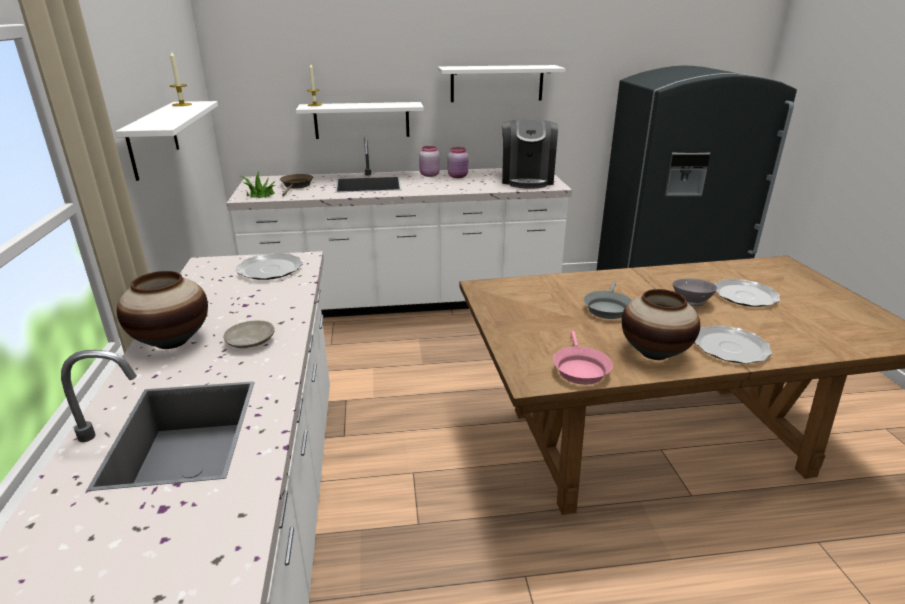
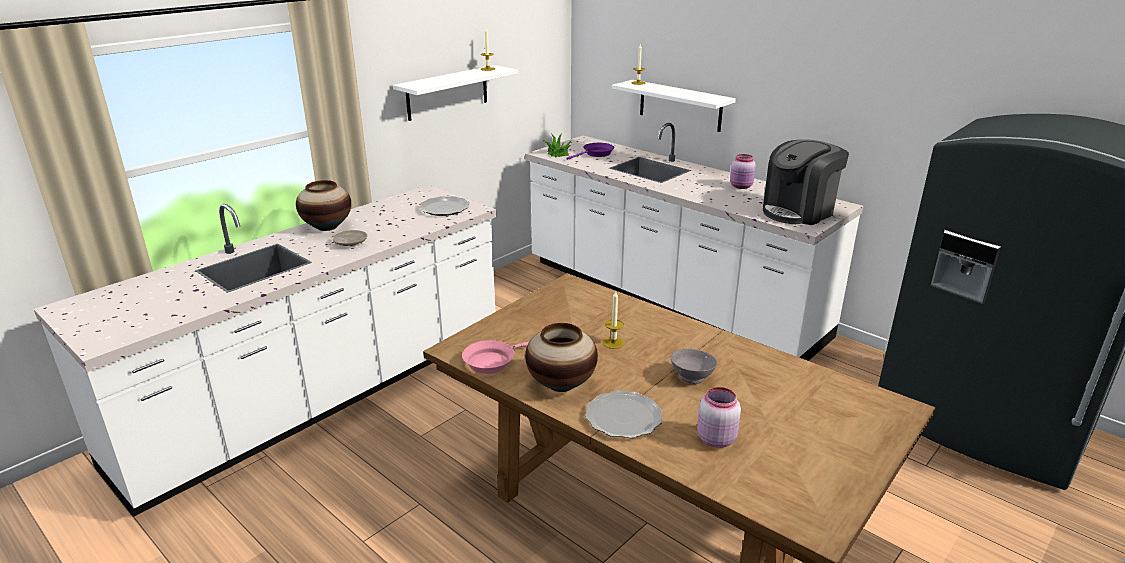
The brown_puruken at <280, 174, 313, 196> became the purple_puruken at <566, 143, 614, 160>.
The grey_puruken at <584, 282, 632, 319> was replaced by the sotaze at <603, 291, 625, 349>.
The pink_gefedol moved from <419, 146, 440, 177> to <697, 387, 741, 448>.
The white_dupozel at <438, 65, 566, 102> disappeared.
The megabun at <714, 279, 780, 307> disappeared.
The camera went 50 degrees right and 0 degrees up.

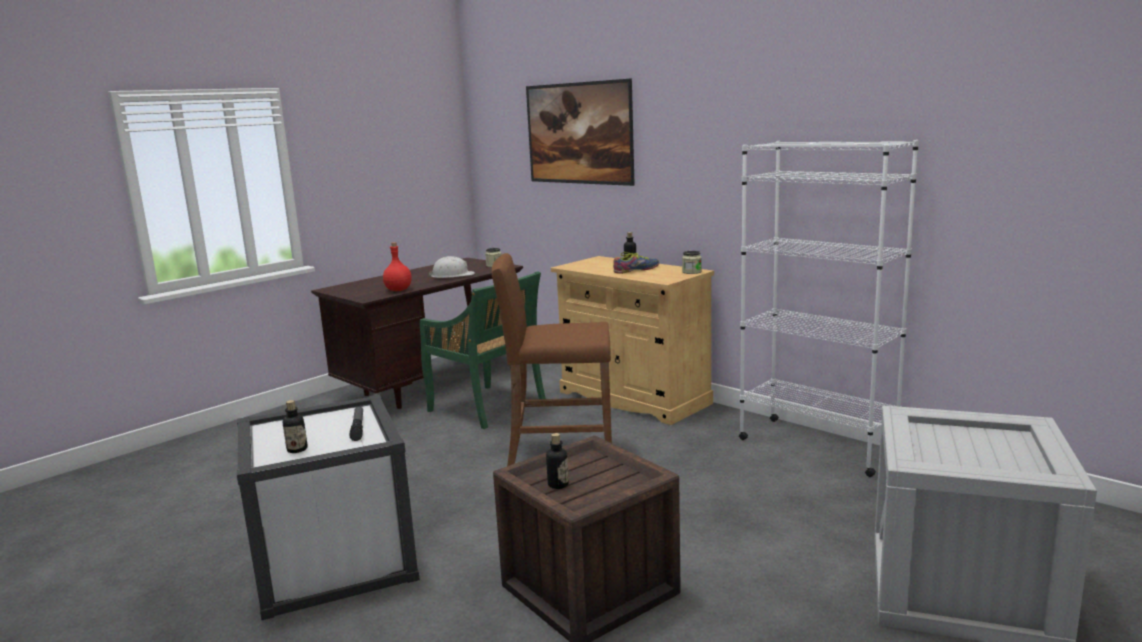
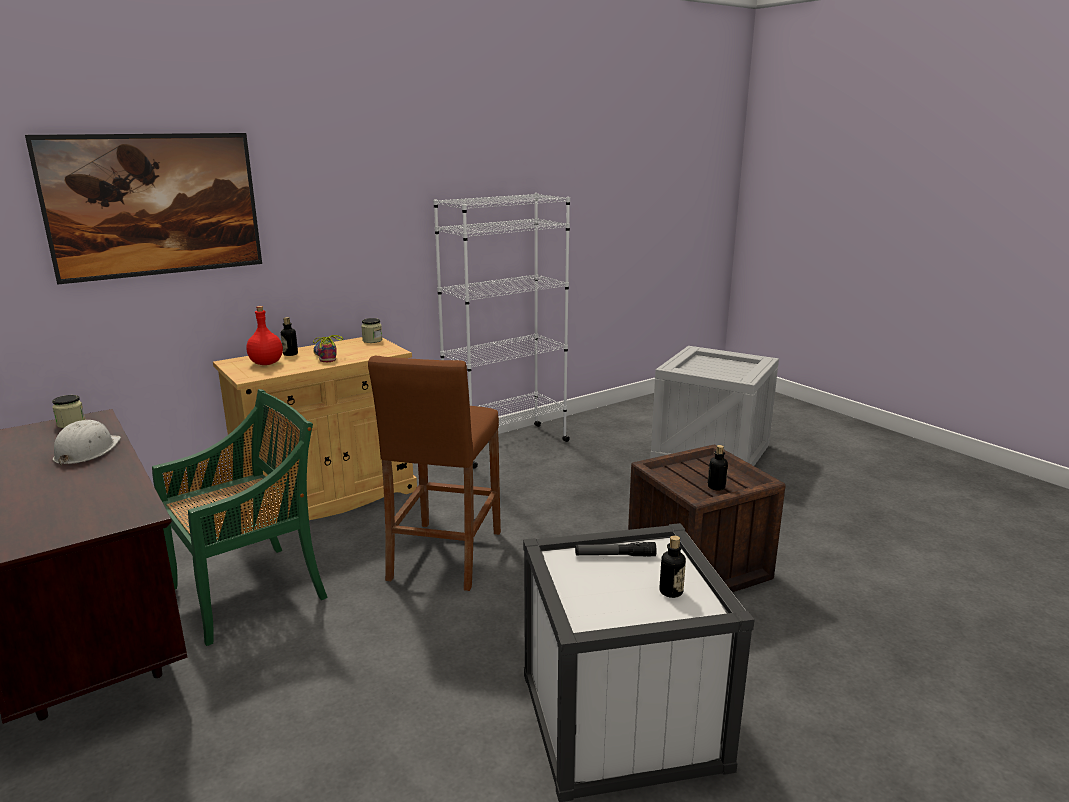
The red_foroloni moved from <383, 242, 412, 291> to <246, 306, 283, 365>.
The camera went 80 degrees left and 5 degrees up.

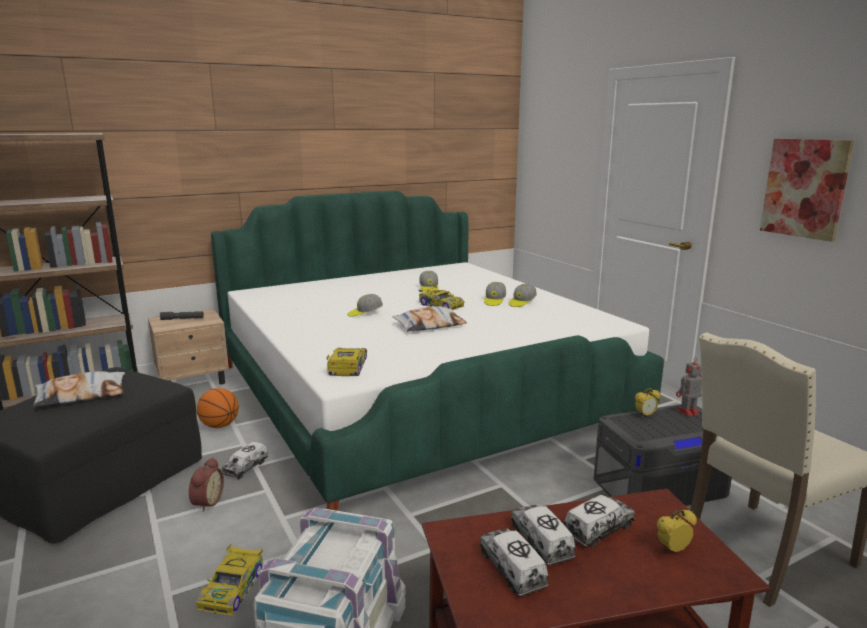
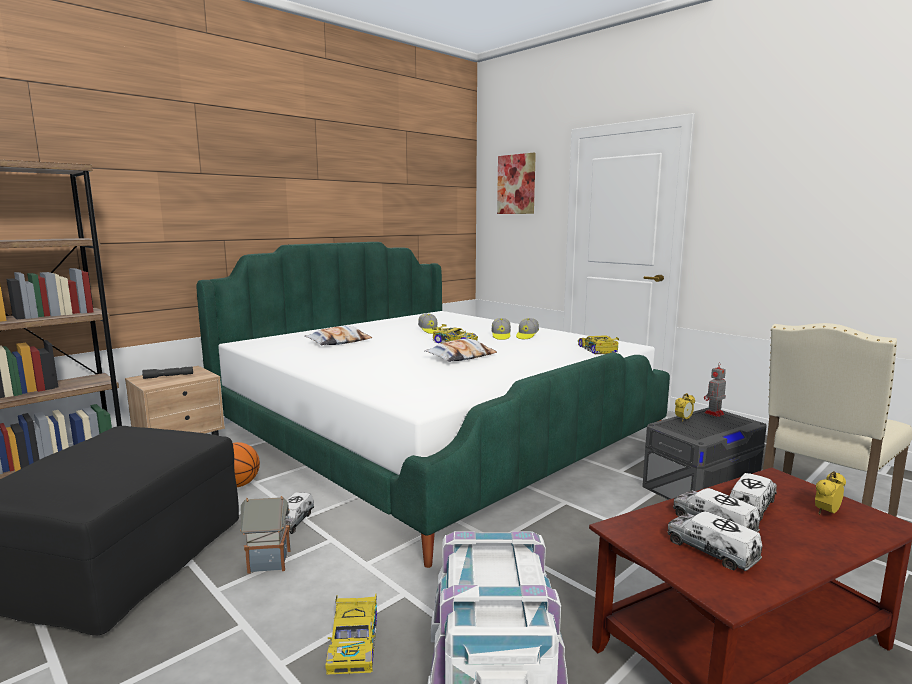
The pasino at <189, 457, 224, 512> was replaced by the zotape at <240, 496, 291, 574>.
The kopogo moved from <32, 371, 125, 407> to <304, 326, 372, 345>.
The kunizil moved from <760, 139, 854, 242> to <497, 153, 536, 214>.
The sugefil moved from <327, 348, 367, 376> to <578, 335, 619, 354>.
The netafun at <348, 294, 383, 317> disappeared.
The camera went 15 degrees left and 5 degrees down.

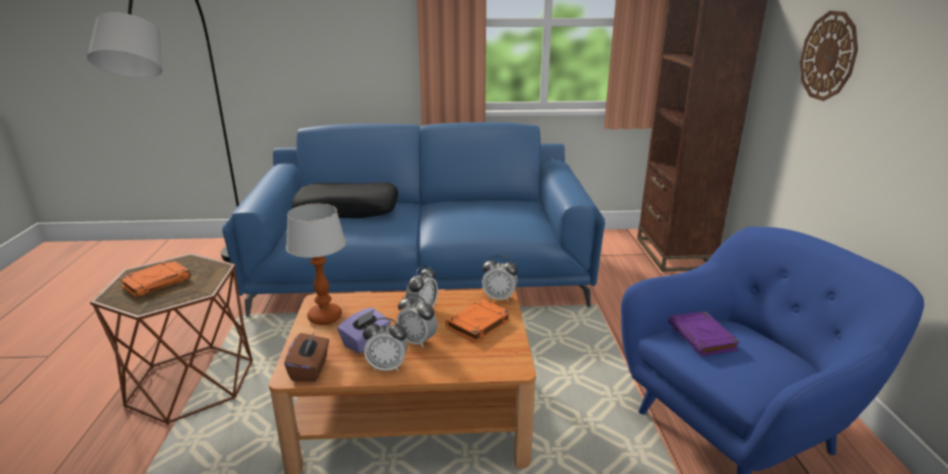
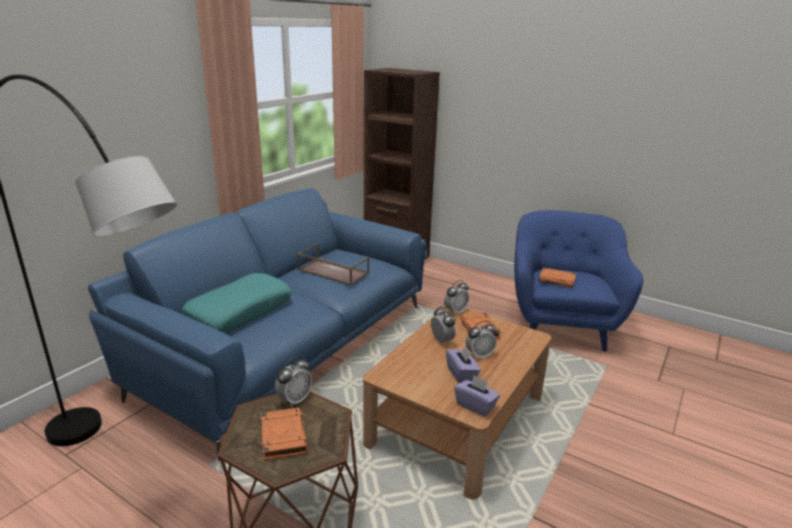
The black_kopogo at <292, 182, 398, 218> became the turquoise_kopogo at <181, 273, 292, 332>.
The pasino moved from <363, 318, 408, 371> to <275, 357, 312, 408>.
The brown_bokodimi at <297, 243, 370, 285> appeared.
The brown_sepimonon at <284, 331, 329, 381> became the purple_sepimonon at <454, 375, 500, 416>.
The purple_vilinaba at <669, 311, 740, 356> became the orange_vilinaba at <539, 268, 576, 288>.
The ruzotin at <286, 203, 346, 325> disappeared.
The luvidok at <800, 11, 858, 101> disappeared.
The camera went 55 degrees left and 0 degrees up.

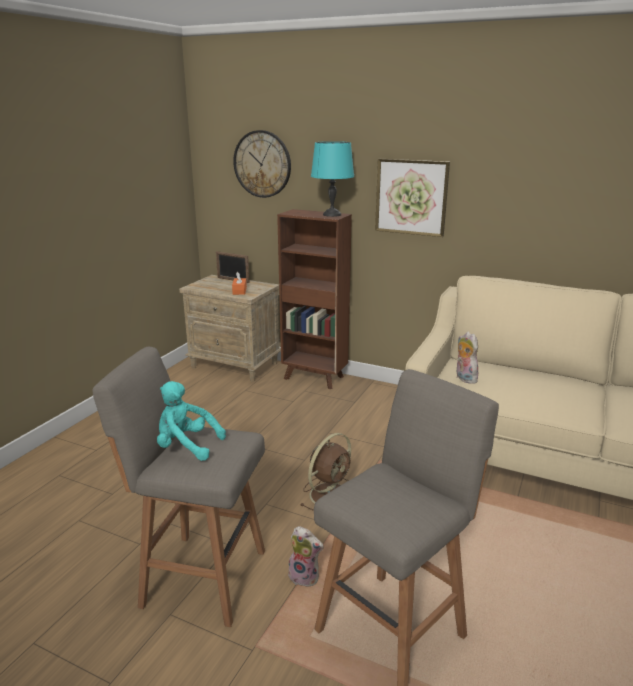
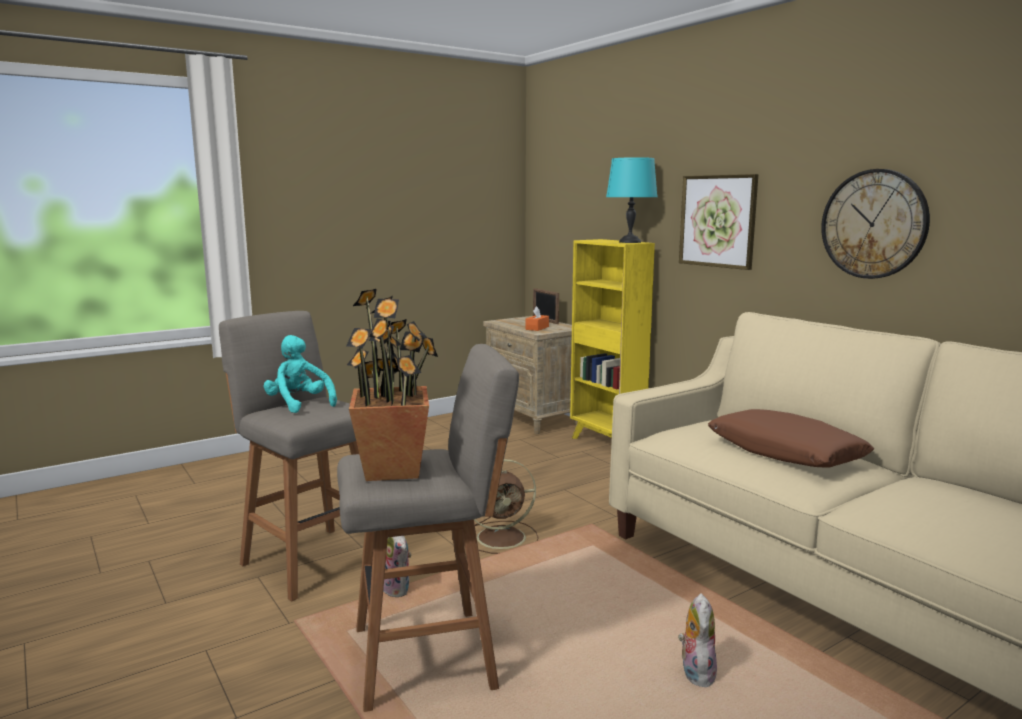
The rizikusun at <346, 289, 438, 481> appeared.
The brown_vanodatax at <277, 209, 352, 389> became the yellow_vanodatax at <570, 239, 655, 442>.
The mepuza moved from <456, 332, 478, 384> to <678, 593, 717, 687>.
The brown_kopogo at <708, 409, 874, 468> appeared.
The luvidok moved from <233, 130, 291, 198> to <821, 169, 930, 279>.
The camera went 30 degrees right and 10 degrees down.

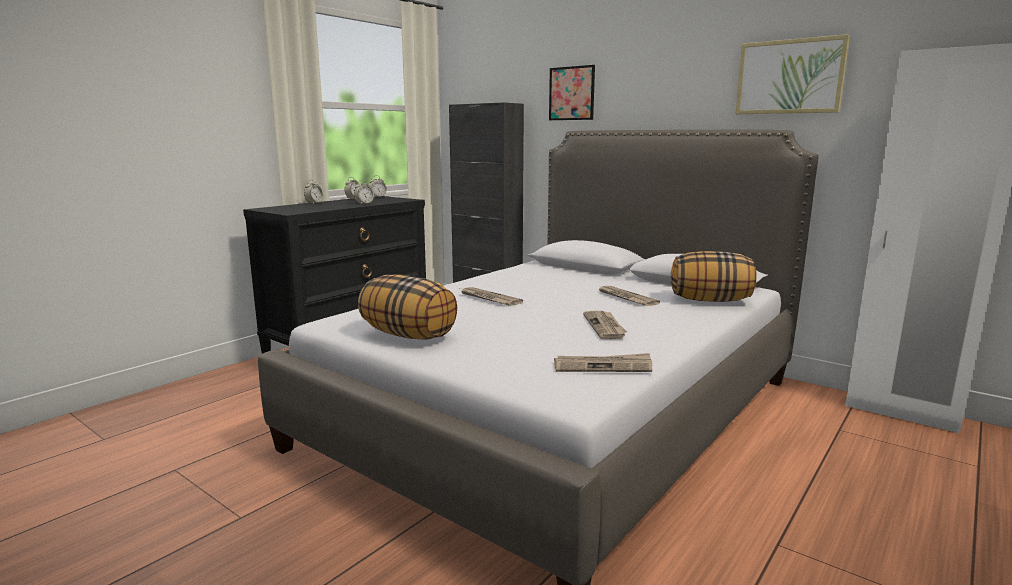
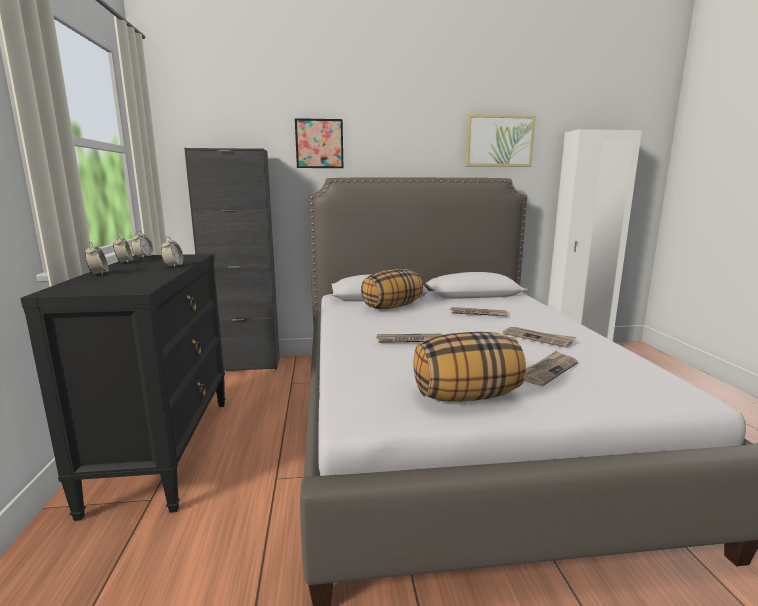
The kopogo moved from <671, 251, 756, 302> to <361, 269, 423, 309>.
The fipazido moved from <554, 353, 653, 372> to <524, 350, 578, 386>.
The camera went 45 degrees left and 0 degrees up.

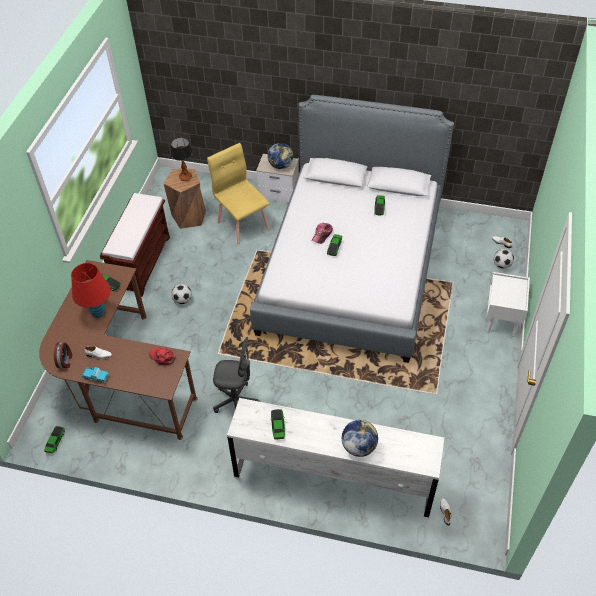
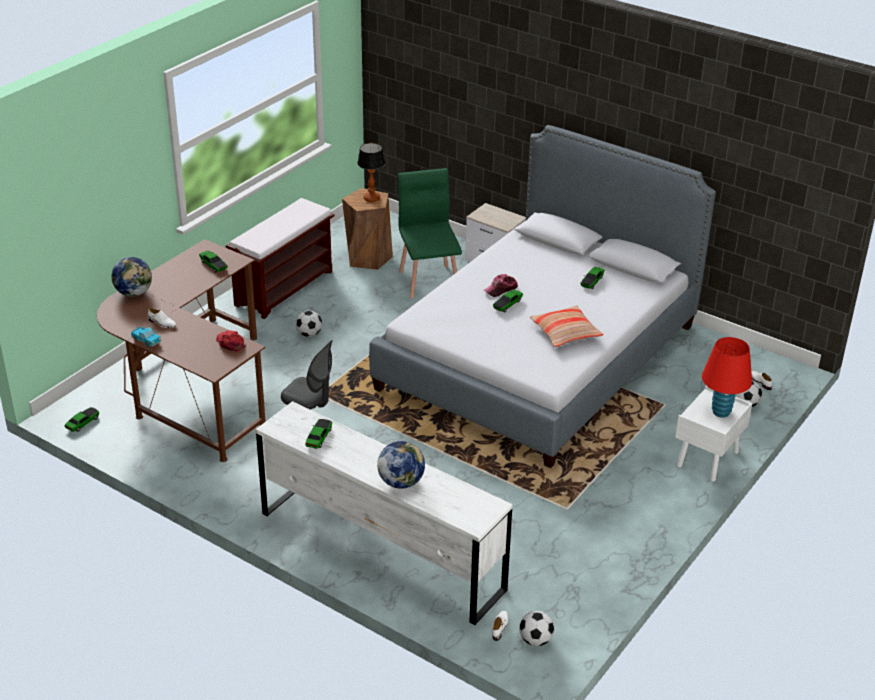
The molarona moved from <268, 143, 293, 169> to <111, 257, 152, 297>.
The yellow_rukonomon at <207, 143, 269, 244> became the green_rukonomon at <398, 168, 462, 299>.
The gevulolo at <519, 611, 554, 646> appeared.
The kopogo at <530, 306, 604, 347> appeared.
The red_ruzotin moved from <71, 263, 111, 318> to <702, 337, 752, 418>.
The pasino at <54, 342, 72, 368> disappeared.
The camera went 20 degrees right and 15 degrees down.

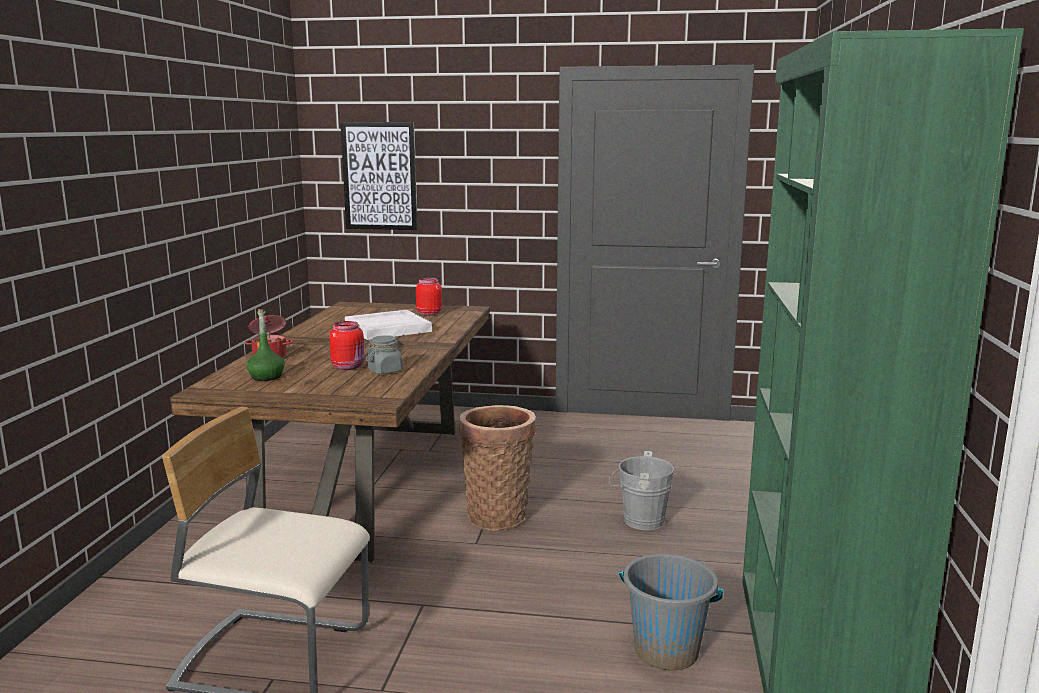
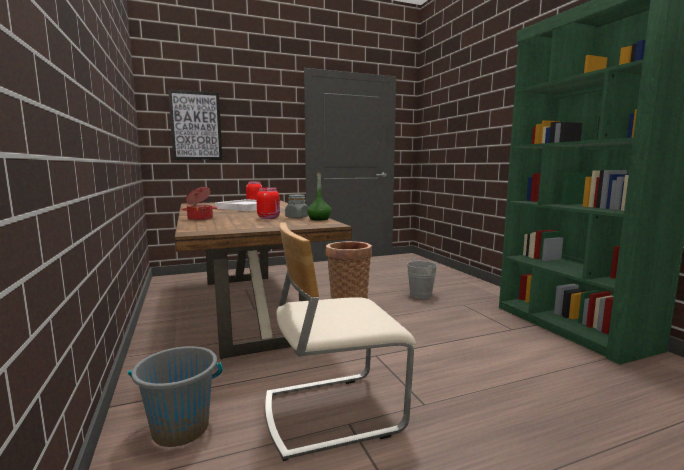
The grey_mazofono moved from <619, 554, 723, 670> to <128, 346, 222, 447>.
The green_foroloni moved from <246, 309, 285, 381> to <307, 172, 332, 221>.
The camera went 30 degrees left and 5 degrees down.

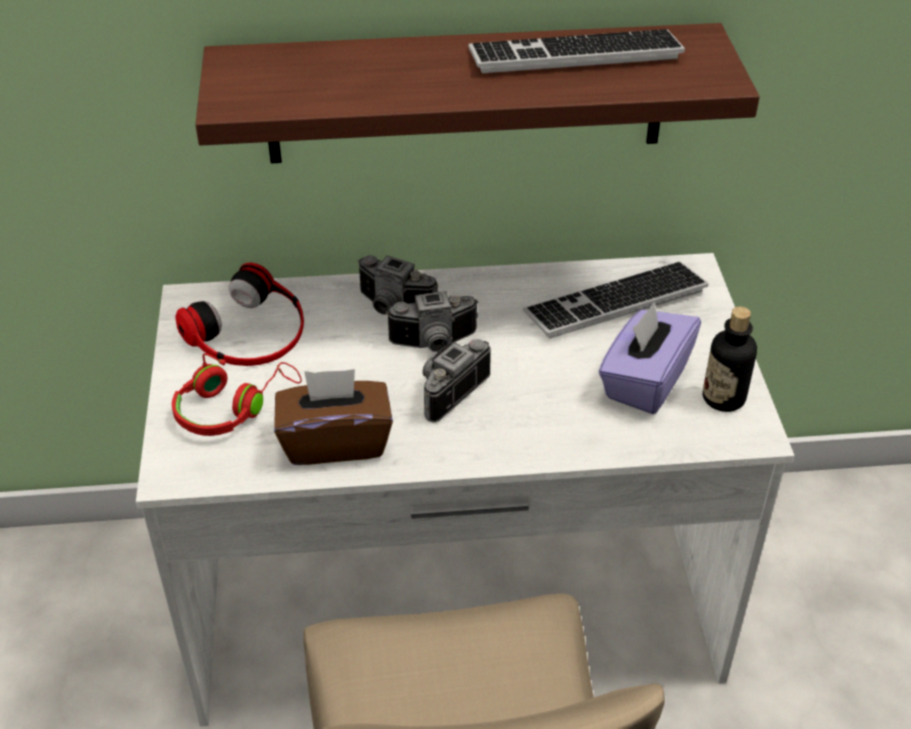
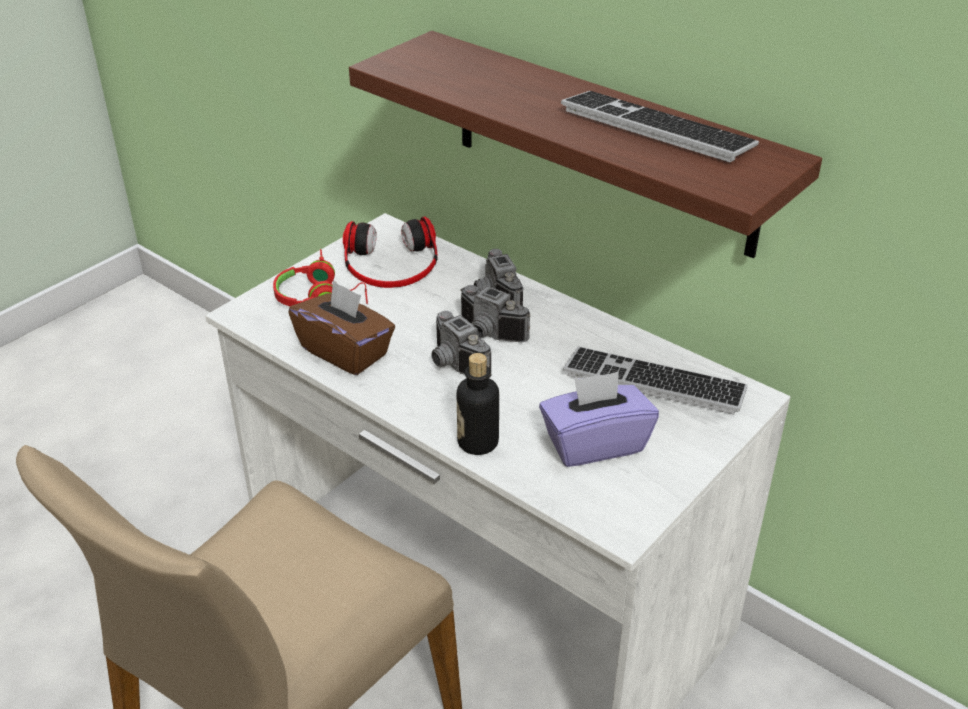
The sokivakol at <423, 339, 491, 423> turned 120 degrees counterclockwise.
The foroloni moved from <703, 307, 757, 412> to <457, 353, 499, 455>.
The camera went 45 degrees right and 5 degrees down.

